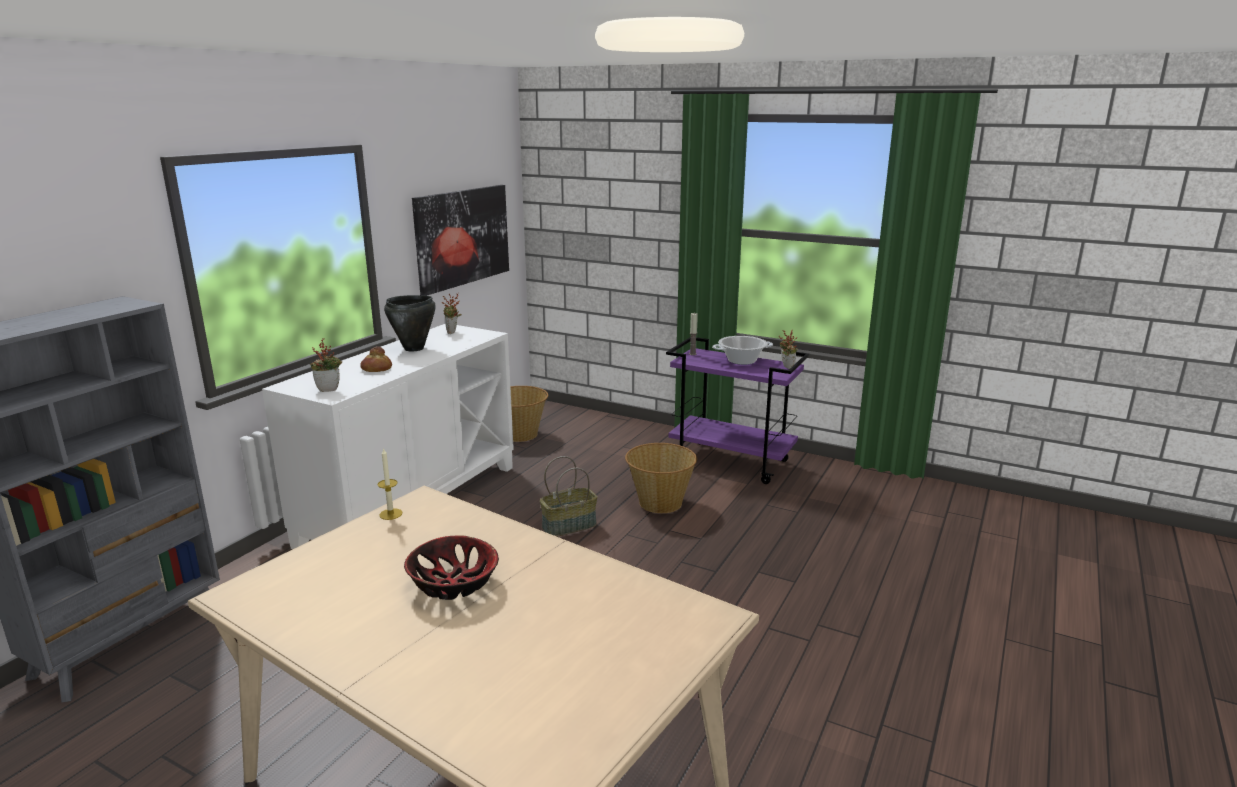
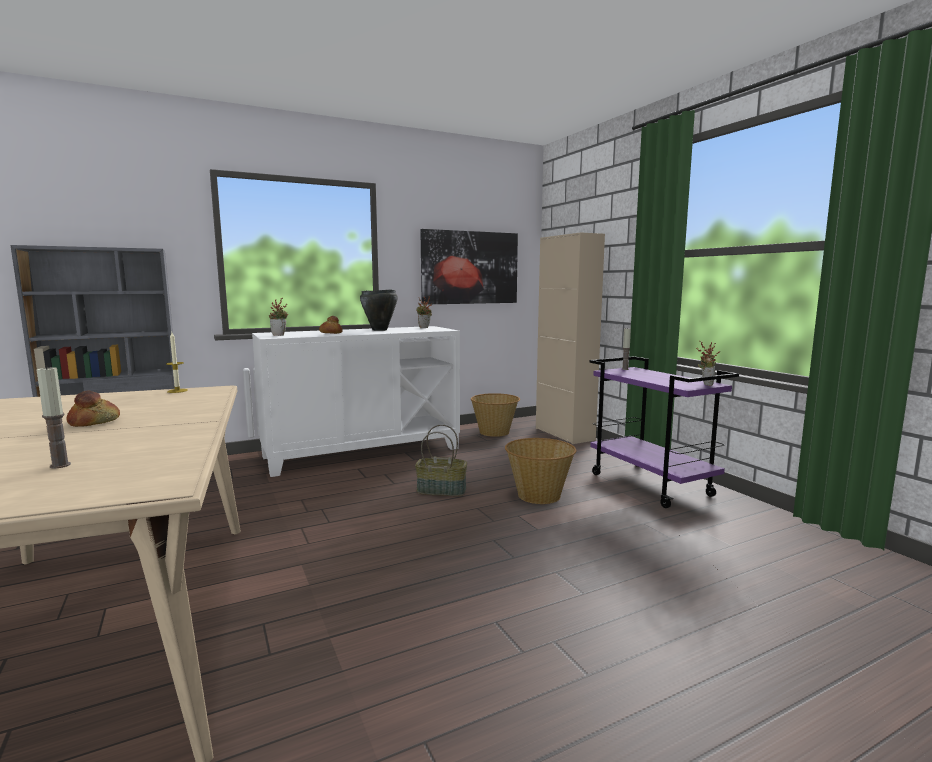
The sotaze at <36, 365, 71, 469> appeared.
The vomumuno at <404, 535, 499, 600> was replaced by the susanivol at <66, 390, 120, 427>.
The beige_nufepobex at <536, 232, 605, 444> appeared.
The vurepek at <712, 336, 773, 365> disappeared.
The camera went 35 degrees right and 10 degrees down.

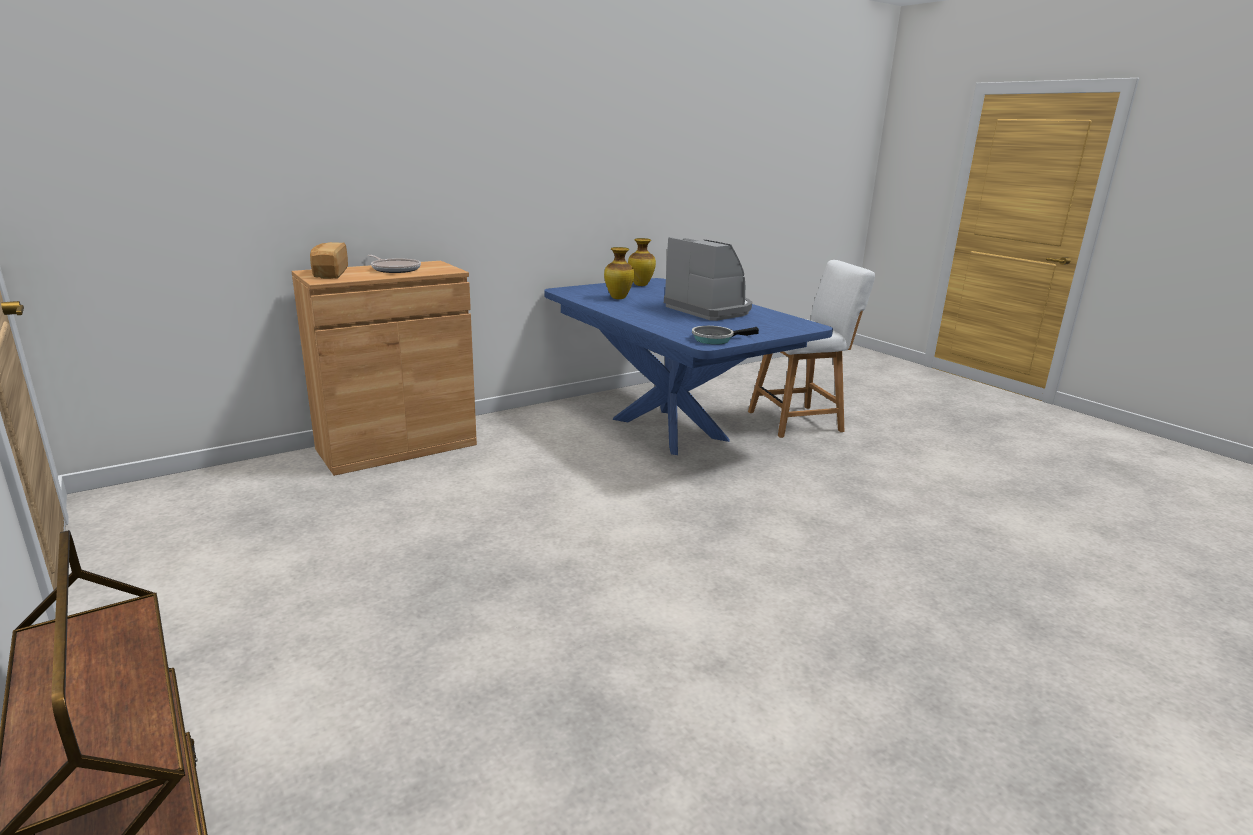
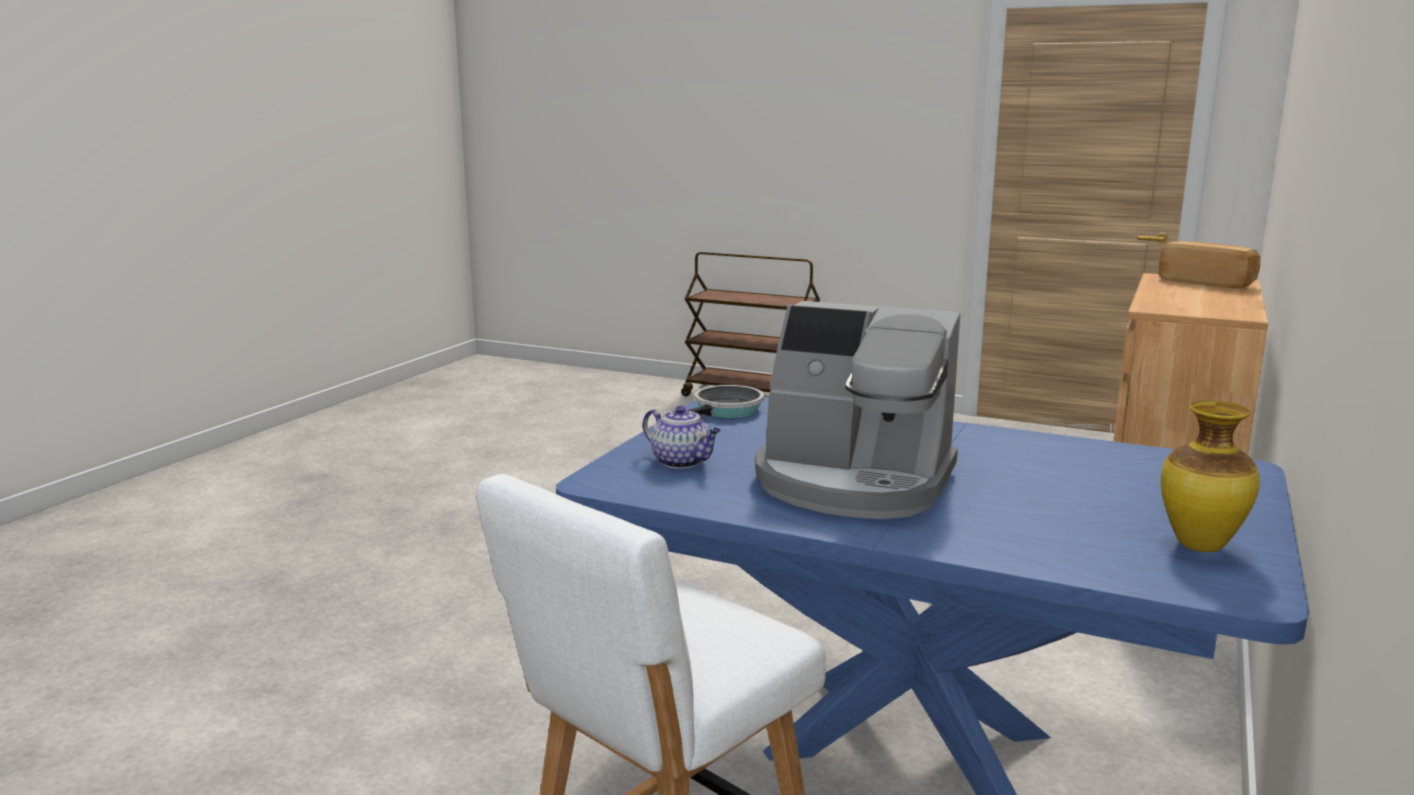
The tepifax at <643, 406, 721, 469> appeared.
The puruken at <368, 255, 421, 273> disappeared.
The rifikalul at <604, 247, 634, 299> disappeared.
The camera went 150 degrees right and 5 degrees down.

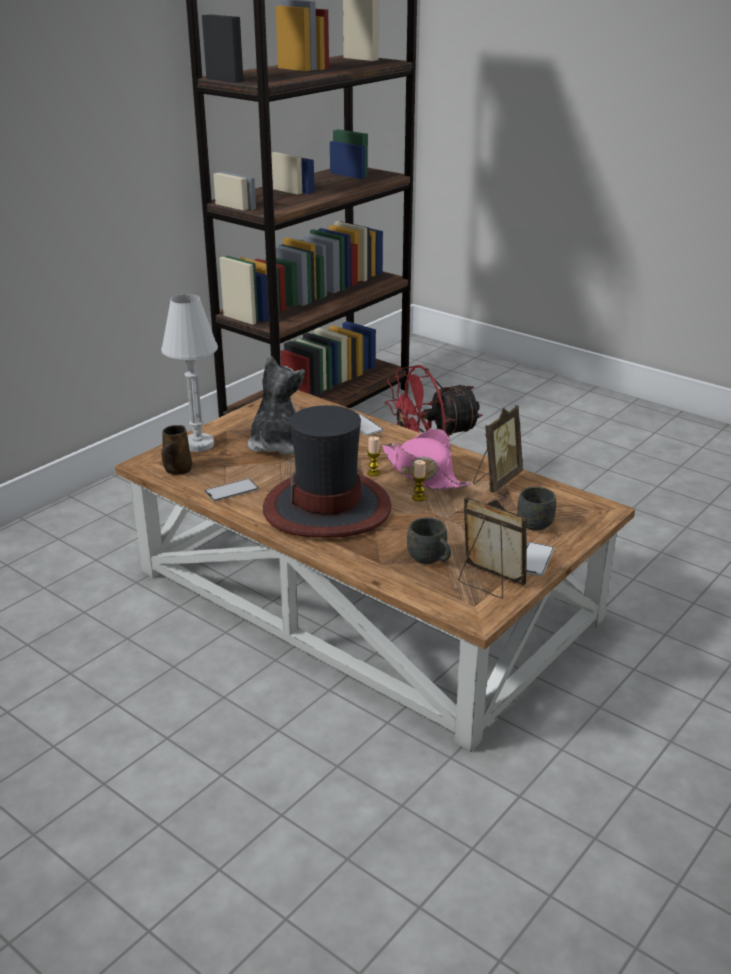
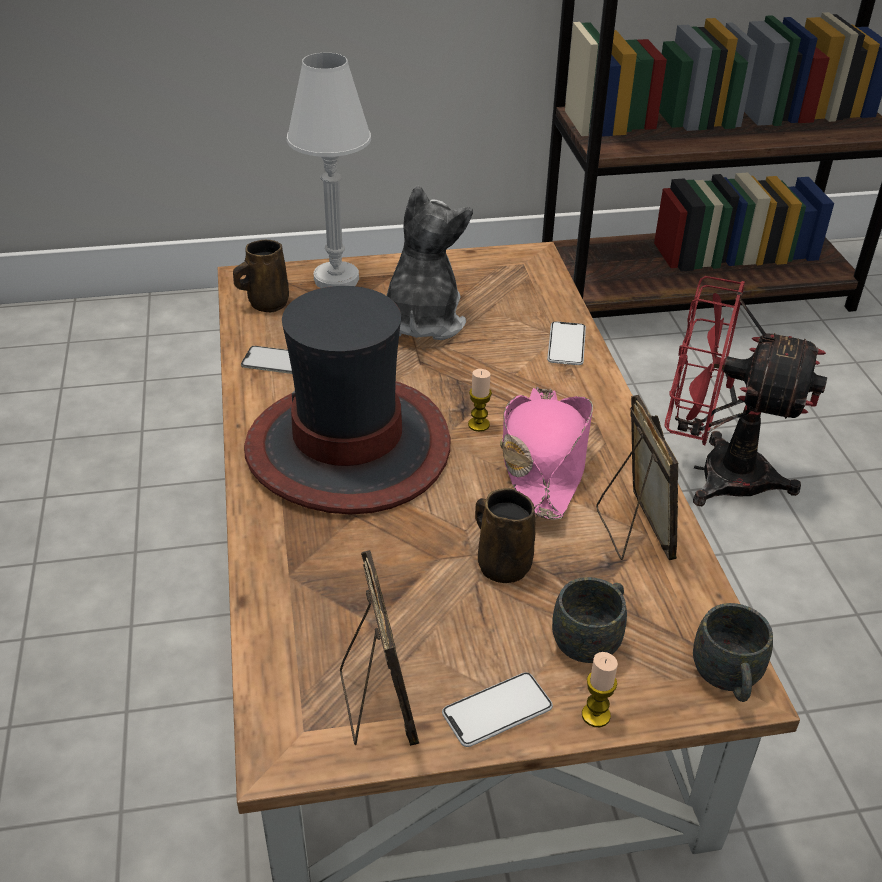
The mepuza at <248, 355, 305, 455> turned 45 degrees counterclockwise.
The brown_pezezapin at <475, 488, 535, 583> appeared.
The sotaze moved from <412, 460, 427, 501> to <582, 652, 618, 727>.
The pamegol at <473, 405, 523, 493> turned 90 degrees counterclockwise.
The grey_pezezapin moved from <407, 518, 451, 564> to <693, 603, 773, 702>.
The camera went 40 degrees right and 10 degrees up.

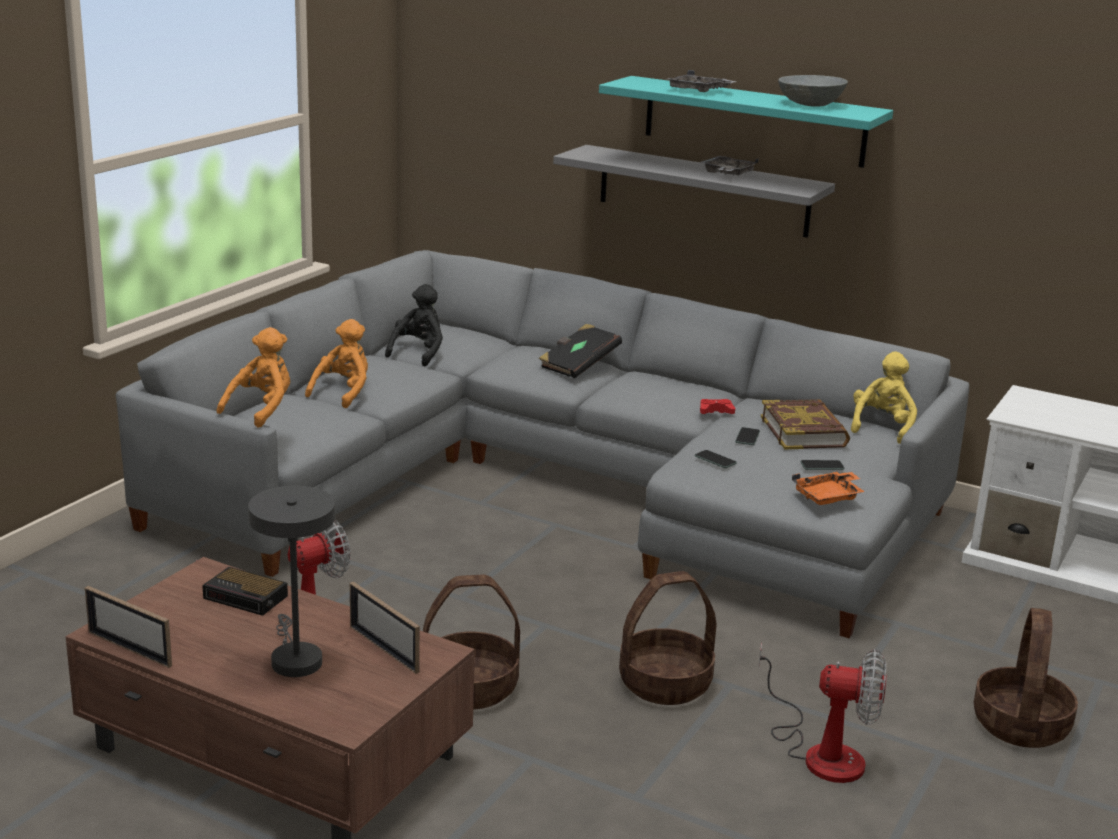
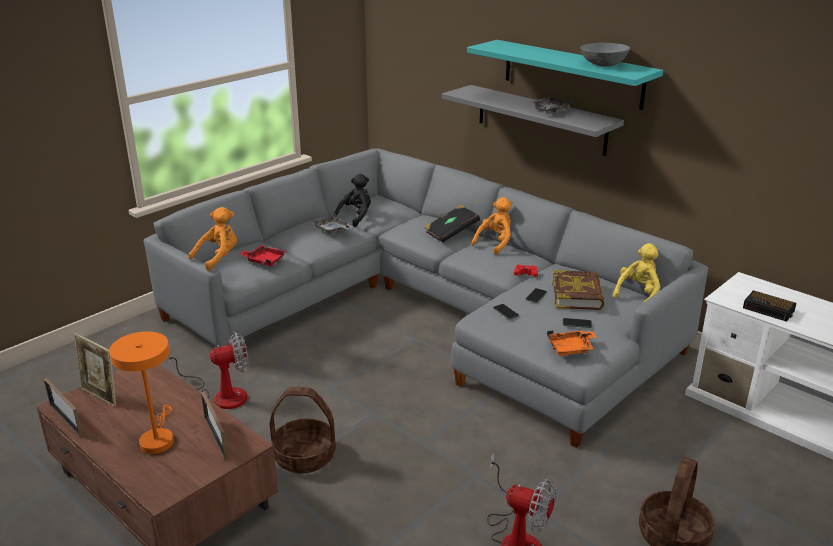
The pamegol at <74, 333, 116, 407> appeared.
The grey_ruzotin at <248, 486, 335, 677> became the orange_ruzotin at <109, 331, 174, 454>.
The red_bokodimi at <240, 245, 287, 266> appeared.
The grey_bokodimi moved from <667, 70, 737, 92> to <311, 213, 353, 234>.
The orange_mepuza moved from <305, 319, 368, 408> to <471, 197, 512, 255>.
The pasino moved from <202, 567, 288, 616> to <743, 290, 796, 322>.
The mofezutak at <619, 571, 717, 705> disappeared.
The camera went 15 degrees right and 5 degrees up.

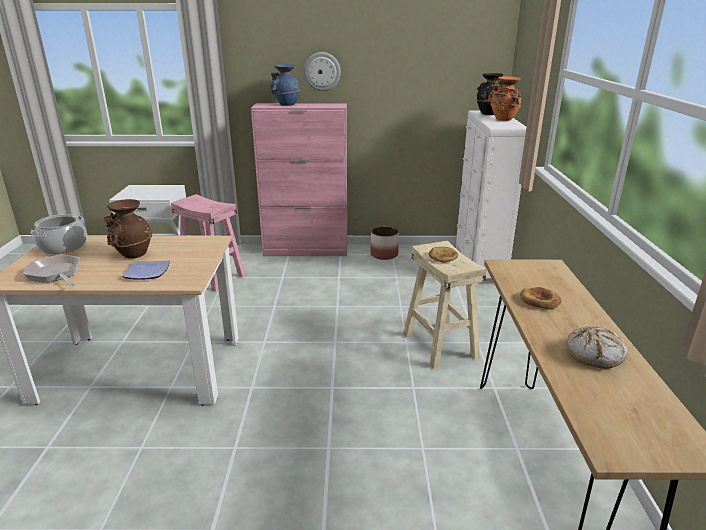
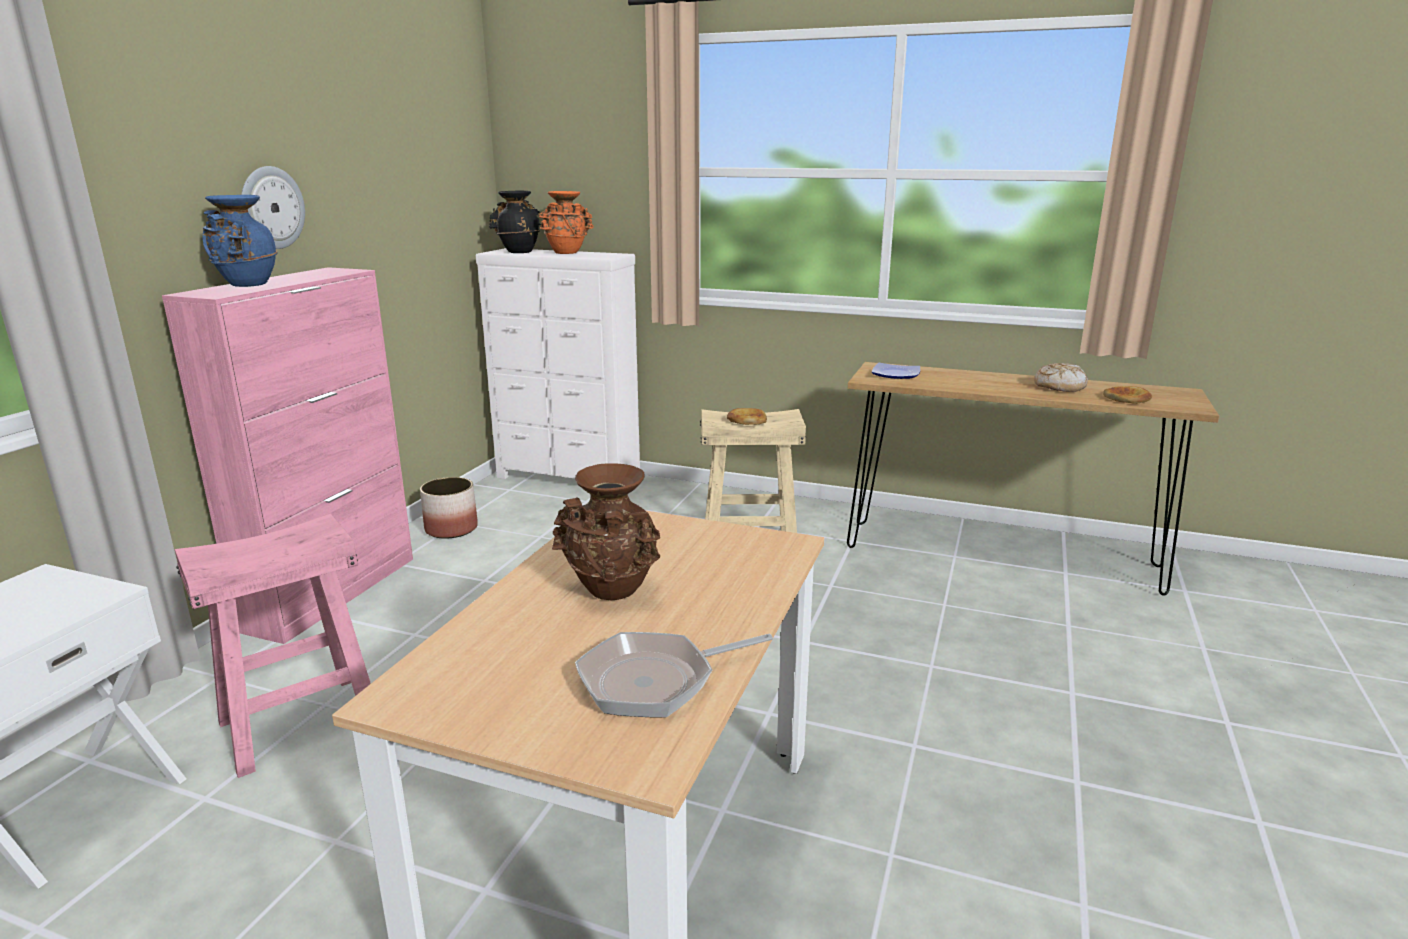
The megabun moved from <122, 260, 170, 280> to <872, 363, 920, 379>.
The susanivol moved from <520, 287, 562, 309> to <1103, 386, 1152, 404>.
The vurepek at <30, 214, 87, 254> disappeared.
The camera went 70 degrees left and 5 degrees down.

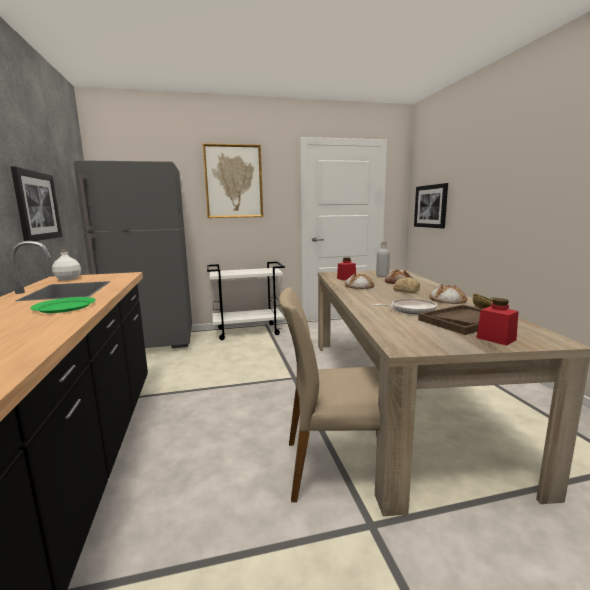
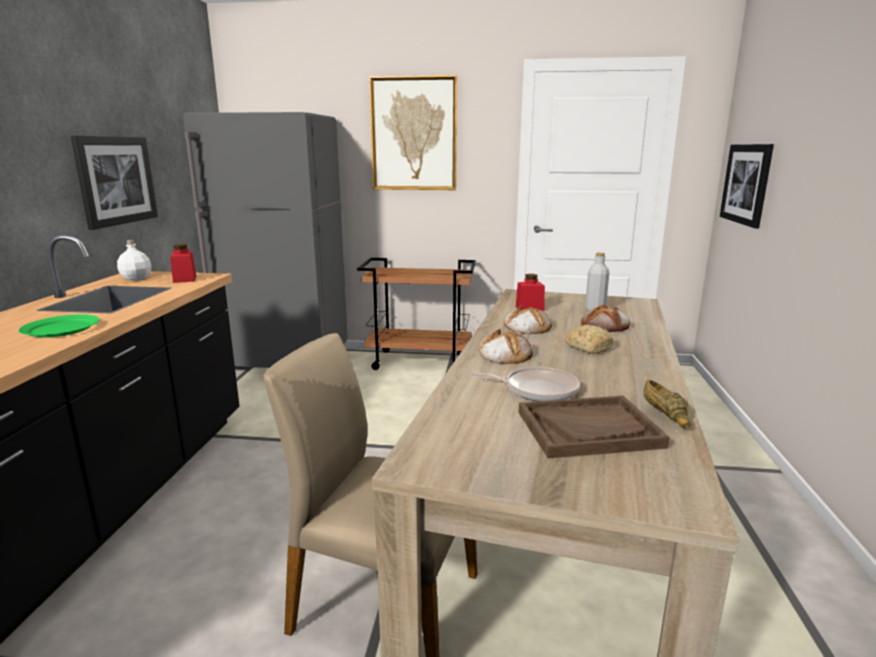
The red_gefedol moved from <476, 298, 518, 346> to <170, 244, 197, 283>.
The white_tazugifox at <207, 261, 285, 340> became the brown_tazugifox at <357, 258, 476, 370>.
The susanivol moved from <430, 284, 467, 304> to <479, 328, 533, 364>.
The camera went 20 degrees right and 5 degrees up.

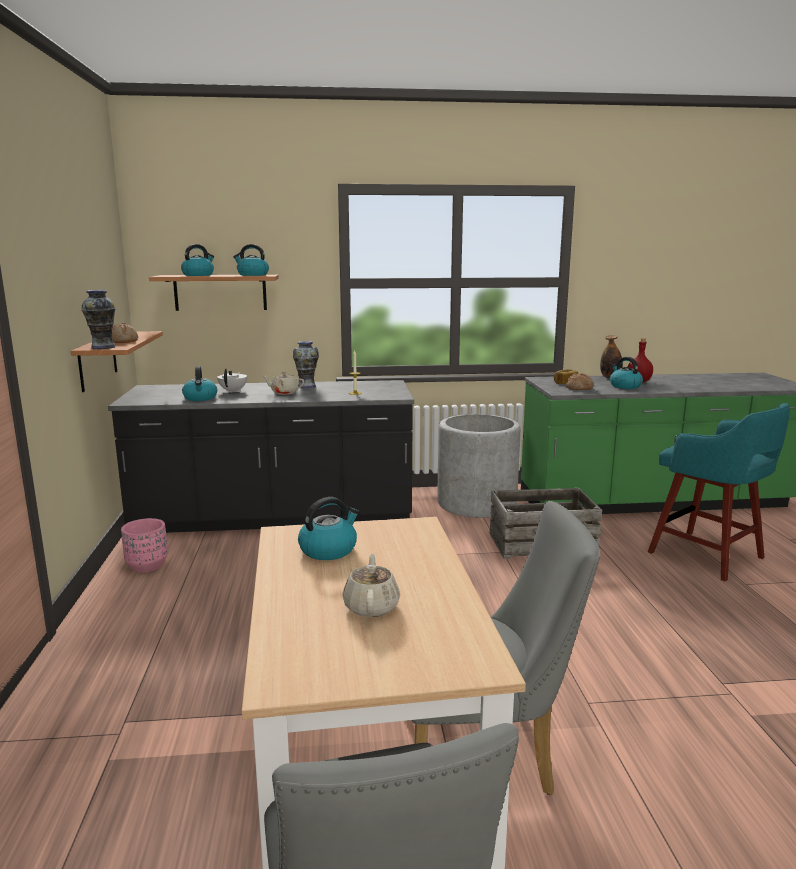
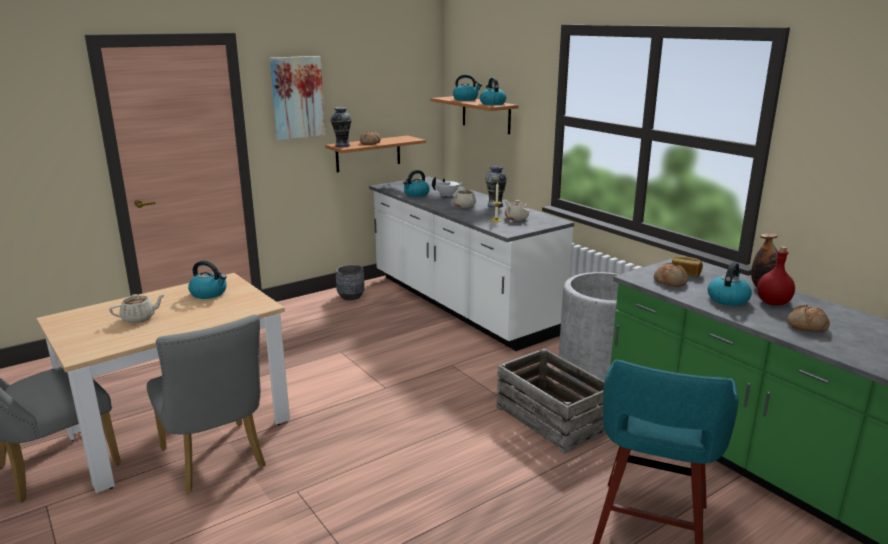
The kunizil at <270, 56, 325, 140> appeared.
The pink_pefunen at <121, 518, 168, 572> became the grey_pefunen at <335, 265, 365, 300>.
The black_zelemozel at <108, 380, 414, 533> became the white_zelemozel at <369, 177, 574, 351>.
The beige_tepifax at <505, 200, 529, 221> appeared.
The susanivol at <787, 304, 830, 332> appeared.
The camera went 60 degrees right and 5 degrees up.

